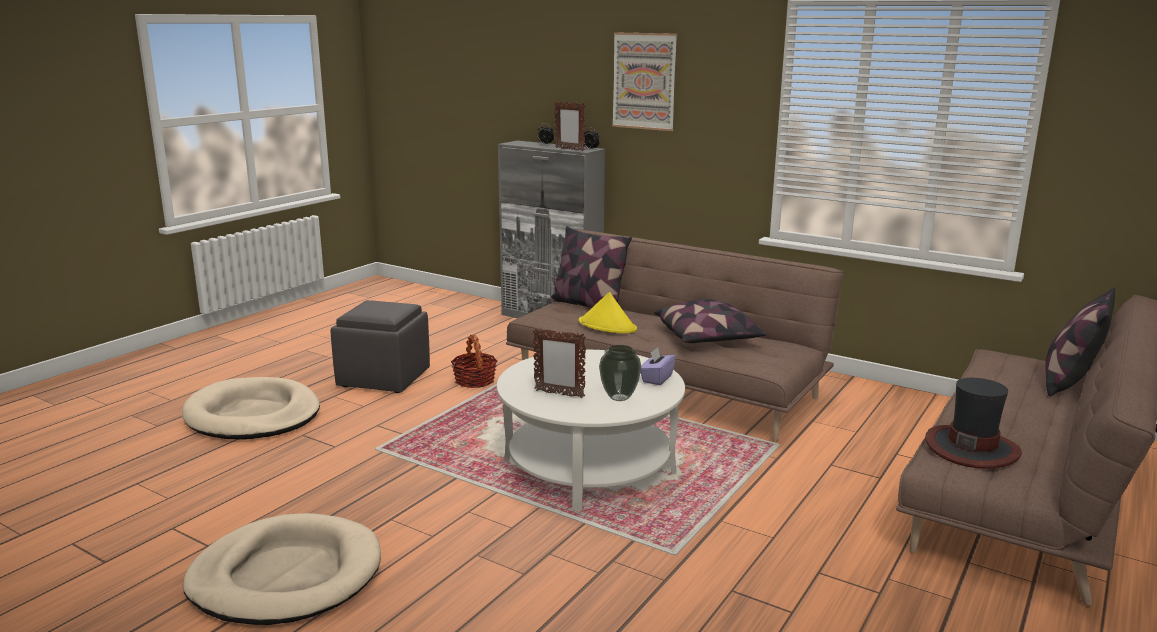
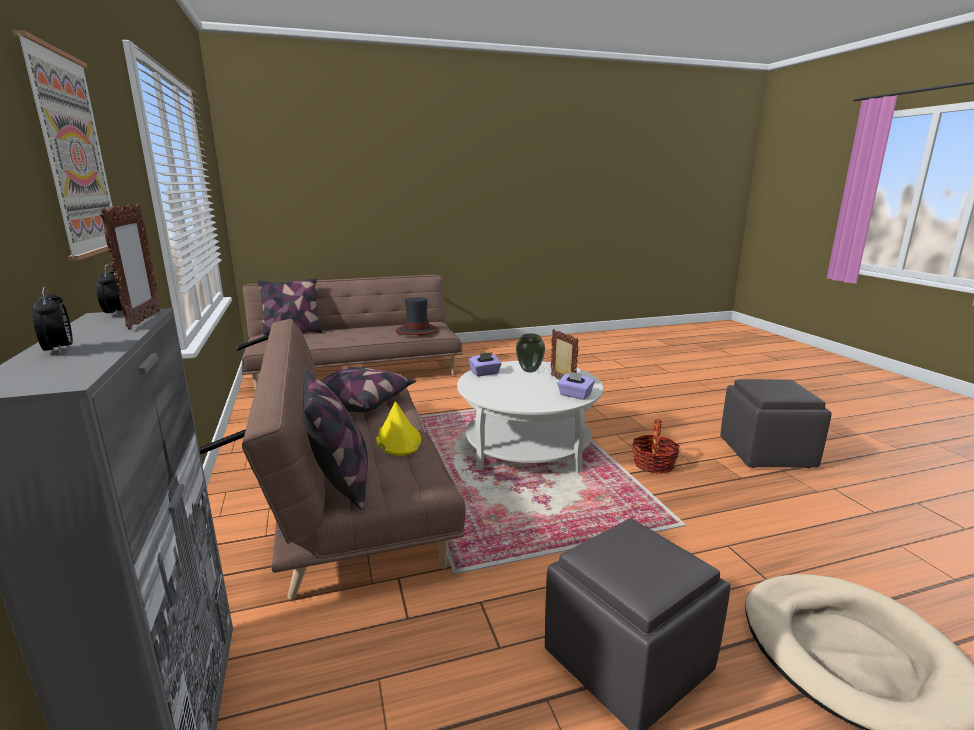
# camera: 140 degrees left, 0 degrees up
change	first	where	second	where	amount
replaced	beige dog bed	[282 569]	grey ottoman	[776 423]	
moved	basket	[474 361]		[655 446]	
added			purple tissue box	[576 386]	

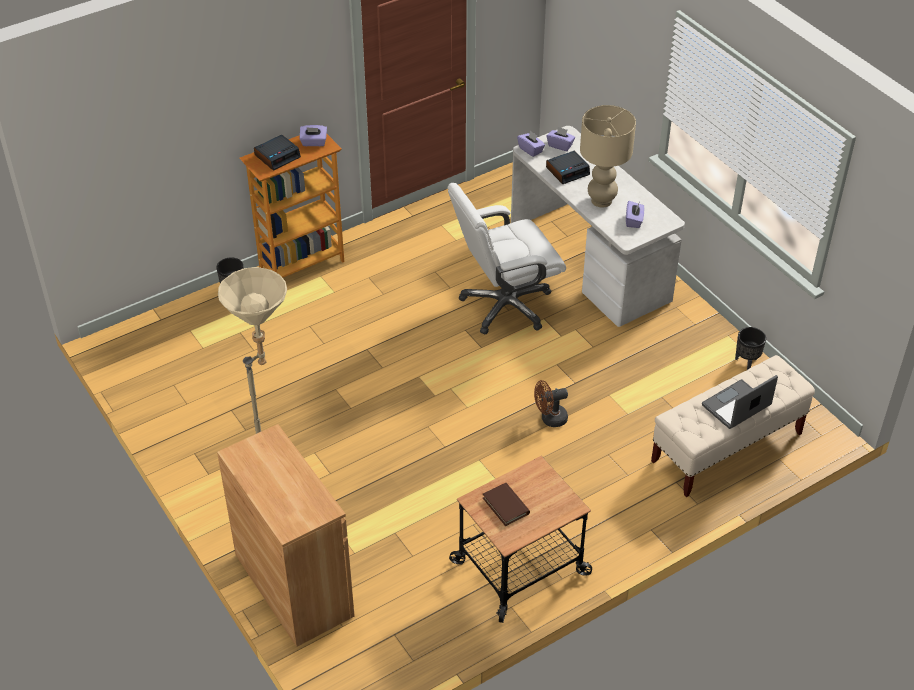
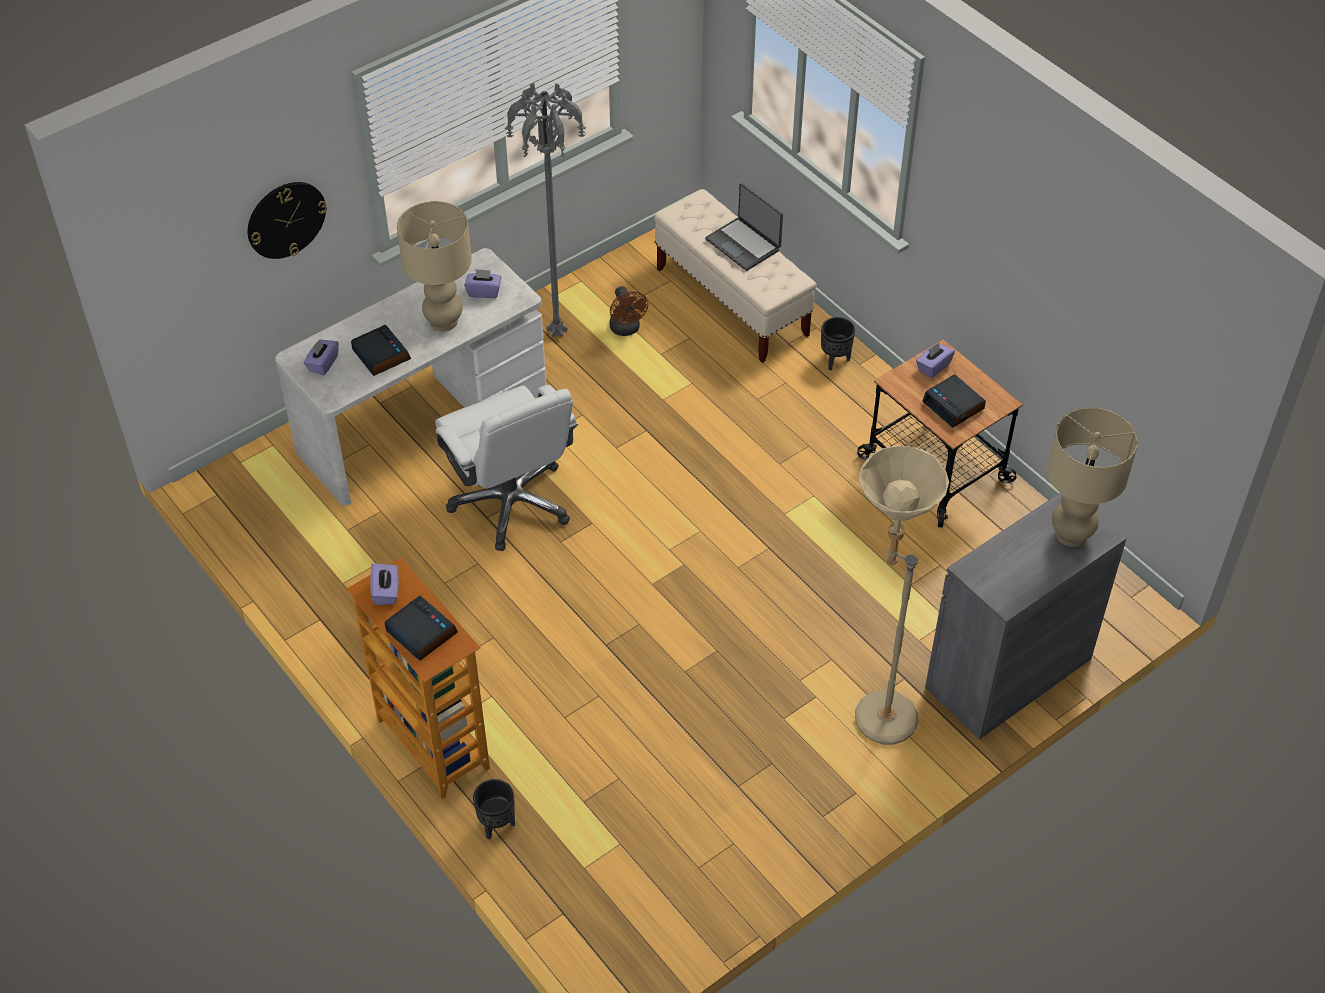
# camera: 95 degrees left, 5 degrees up
change	first	where	second	where	amount
recoloured	brown cabinet	[285 535]	grey cabinet	[1025 616]	
replaced	brown book	[506 504]	alarm clock	[954 401]	
moved	purple tissue box	[531 143]		[935 360]	
moved	brown fan	[551 403]		[629 311]	
moved	black planter	[750 348]		[838 343]	
added			wall clock	[287 220]	
added			grey floor lamp	[545 210]	
added			beige table lamp	[1092 477]	

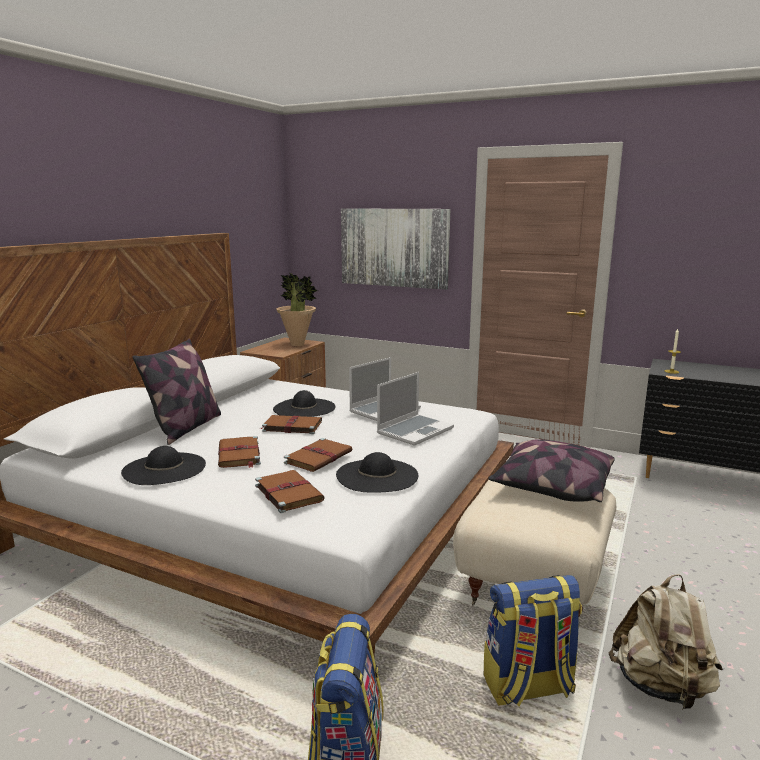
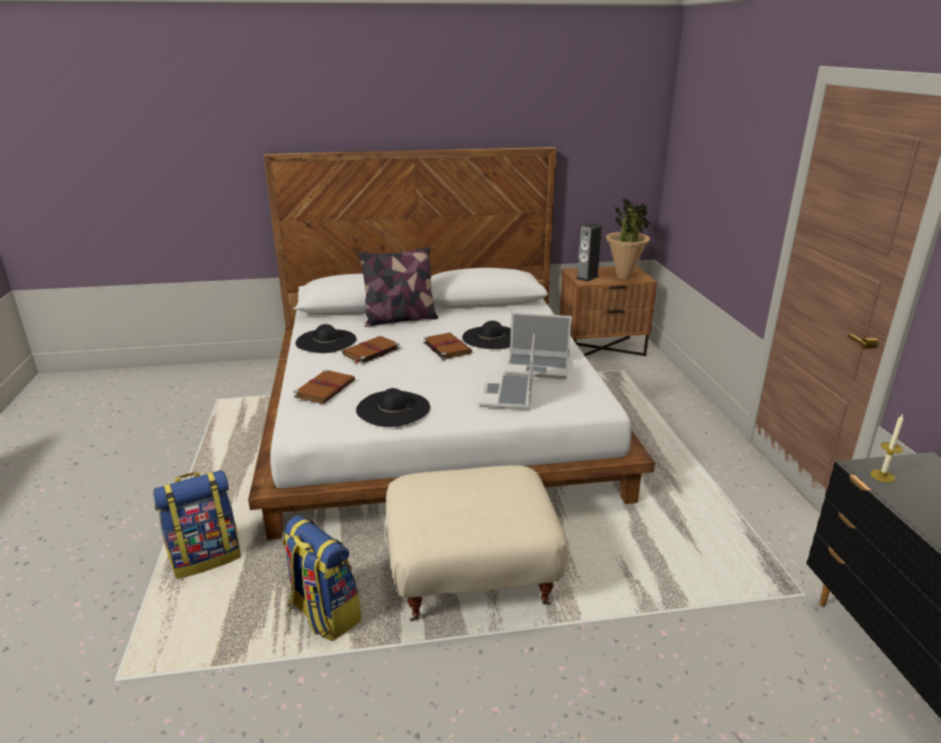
# camera: 55 degrees right, 10 degrees up
change	first	where	second	where	amount
removed	brown book	[318 455]			
removed	picture	[395 249]			
turned	laptop	[415 409]		[507 372]	90 degrees clockwise
removed	pillow	[551 470]			
removed	beige backpack	[666 642]			
added			speaker	[589 252]	

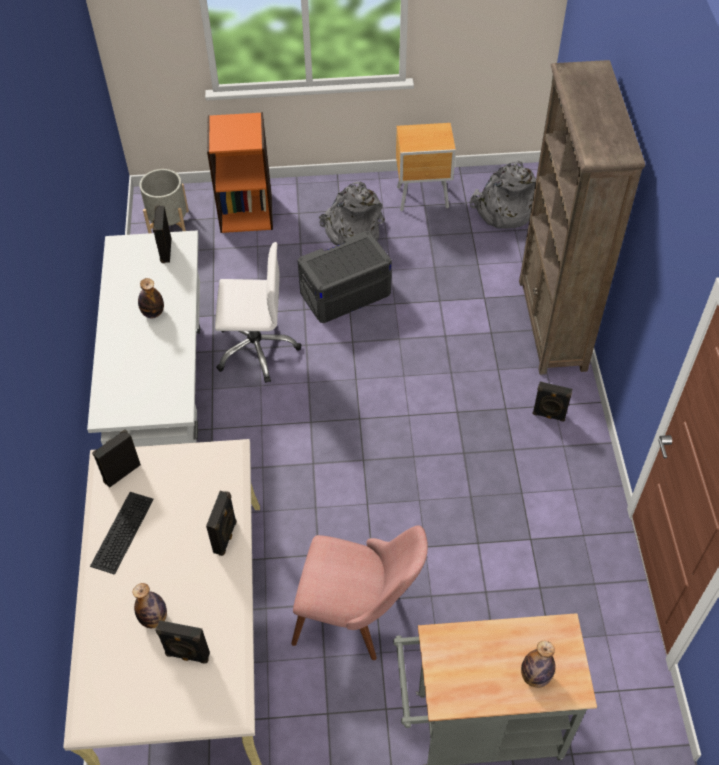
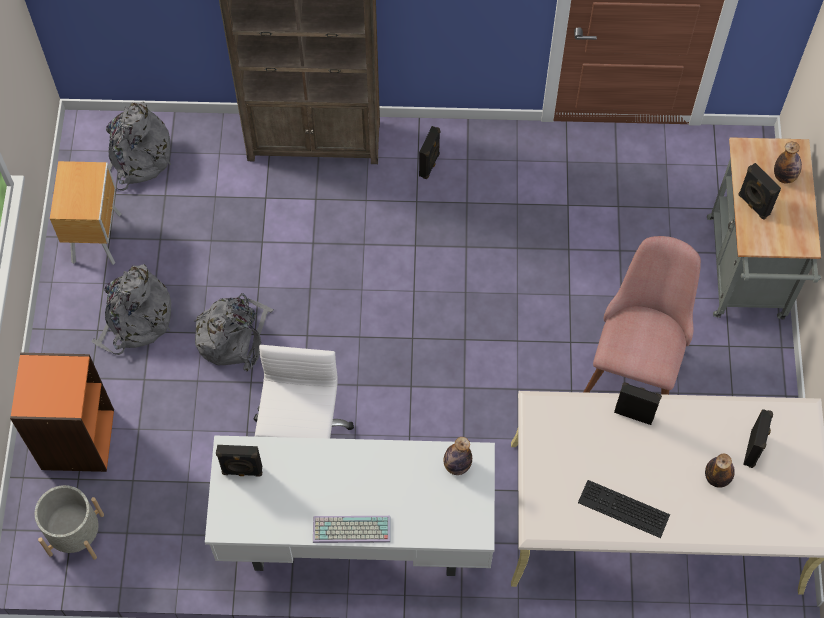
# camera: 85 degrees left, 10 degrees up
change	first	where	second	where	amount
moved	black speaker	[116 458]		[759 191]	
moved	bottle	[151 298]		[458 456]	
replaced	grey storage box	[344 277]	grey backpack	[234 332]	
added			keyboard	[351 529]	

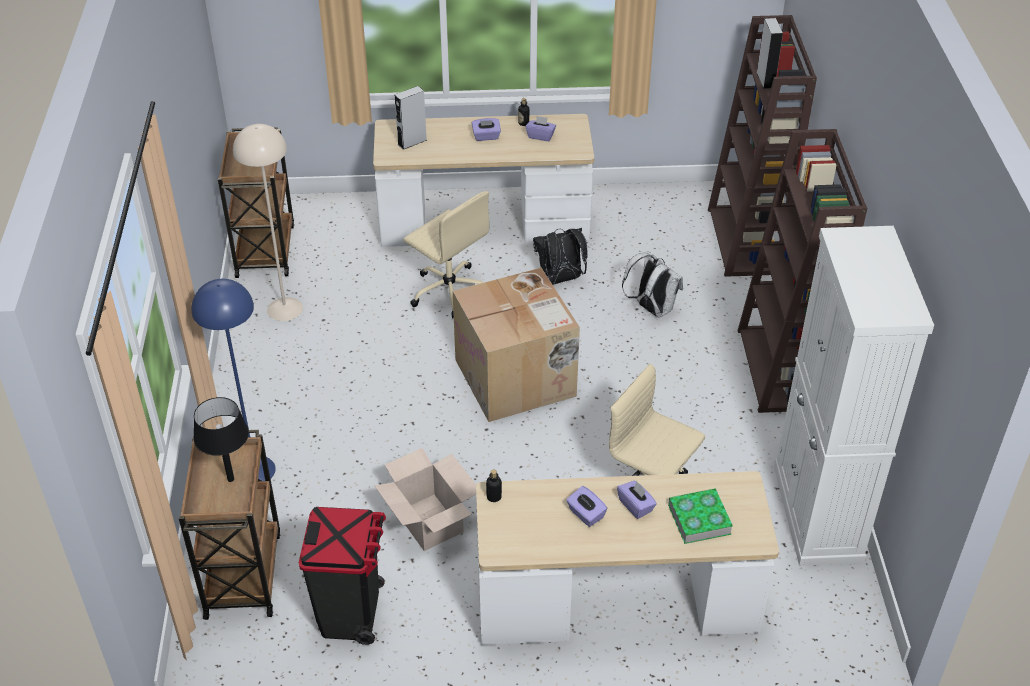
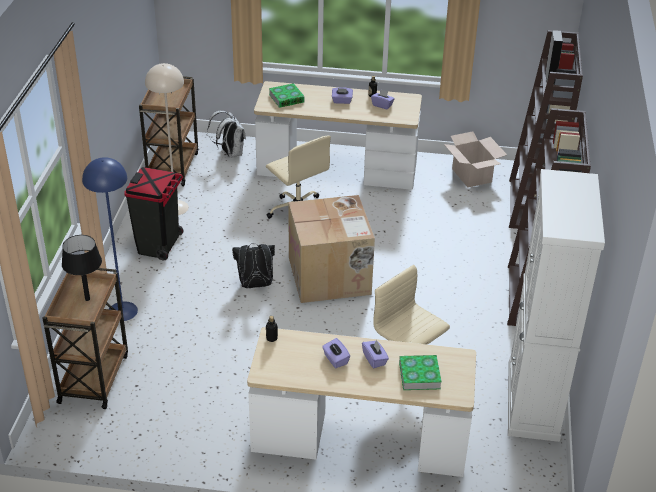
# camera: 10 degrees right, 5 degrees down
change	first	where	second	where	amount
moved	black trash can	[342 576]		[154 213]	
moved	cardboard box	[425 499]		[475 159]	
replaced	grey speaker	[411 118]	book	[287 95]	
moved	black backpack	[560 256]		[253 265]	
moved	white backpack	[652 284]		[226 134]	

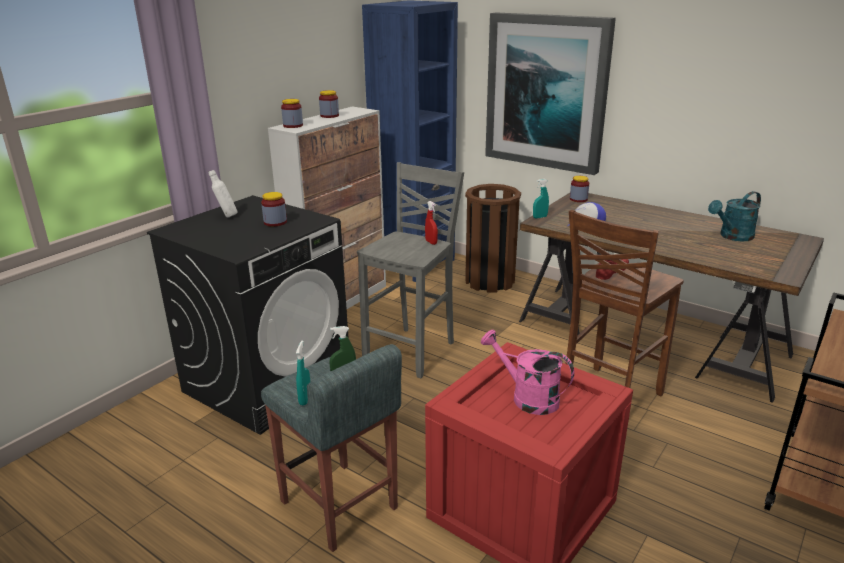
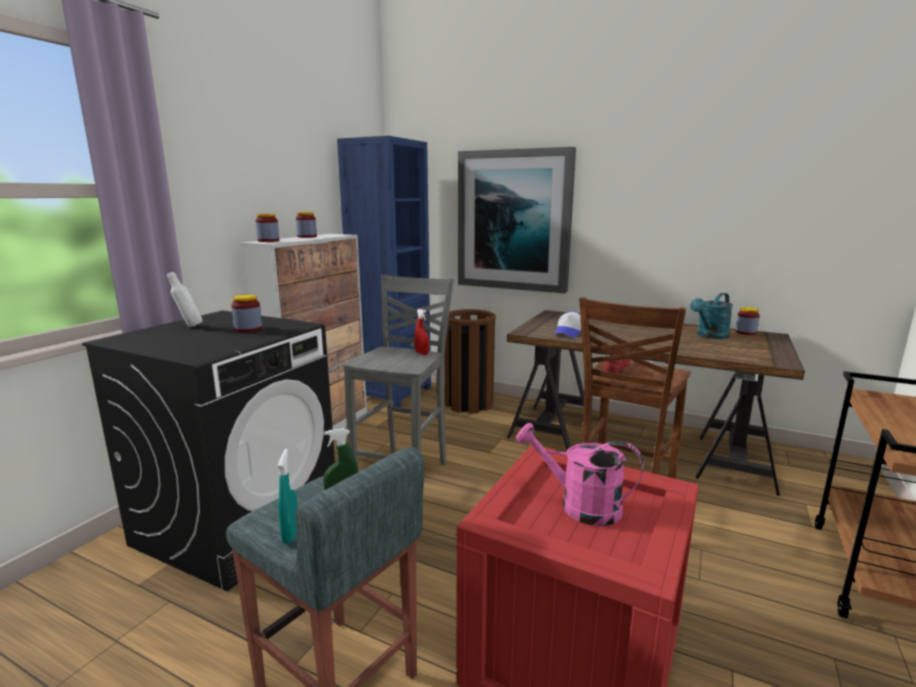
# camera: 10 degrees left, 10 degrees down
change	first	where	second	where	amount
removed	turquoise spray bottle	[541 198]			
moved	jar	[579 189]		[747 321]	

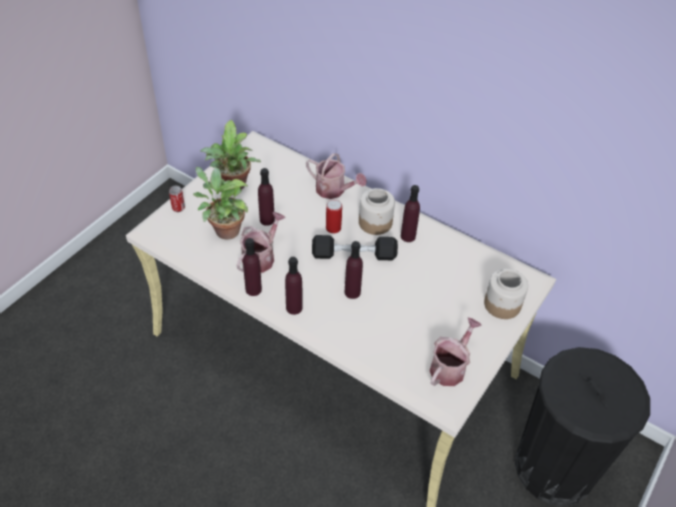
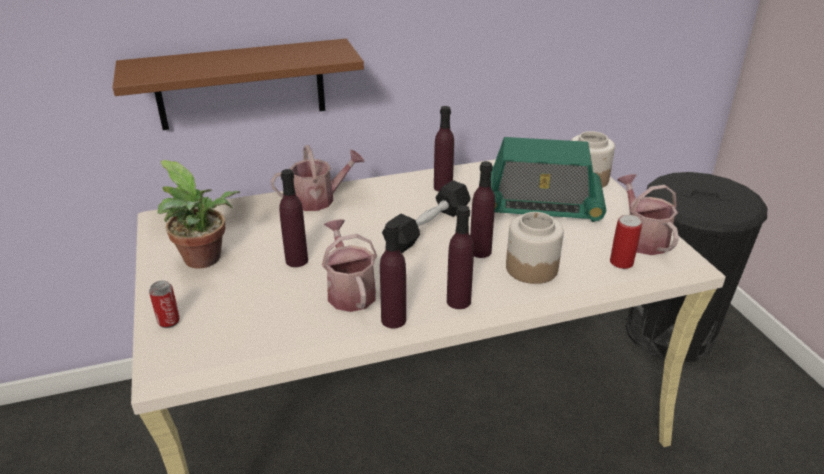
# camera: 50 degrees left, 15 degrees down
change	first	where	second	where	amount
removed	potted plant	[221 203]			
moved	can	[334 216]		[626 242]	
moved	jar	[377 211]		[535 248]	
added			brown shelf	[238 84]	
added			radio	[548 179]	

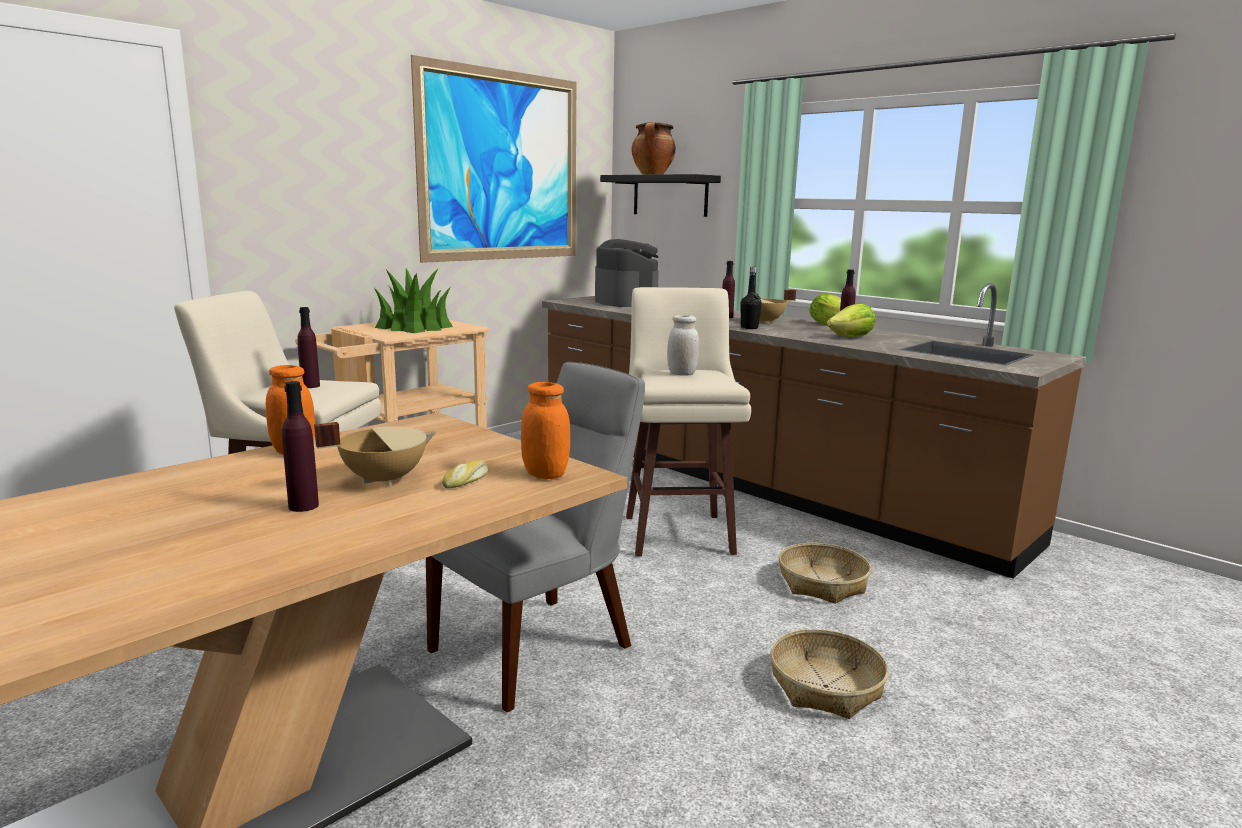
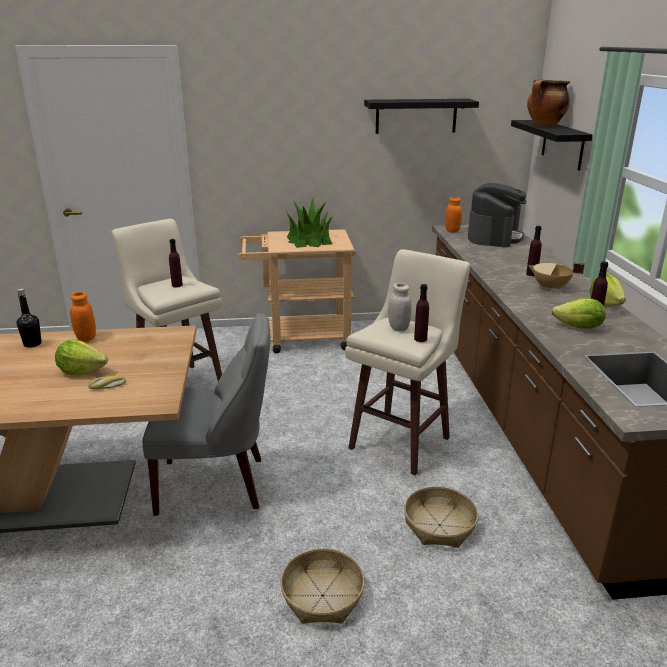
# camera: 40 degrees right, 10 degrees up
change	first	where	second	where	amount
moved	purple bottle	[300 446]		[421 313]	
replaced	beige cooking pot	[375 454]	lettuce	[81 357]	
replaced	picture	[493 159]	black shelf	[421 116]	
moved	orange jar	[545 430]		[453 215]	
moved	black bottle	[751 297]		[29 318]	

